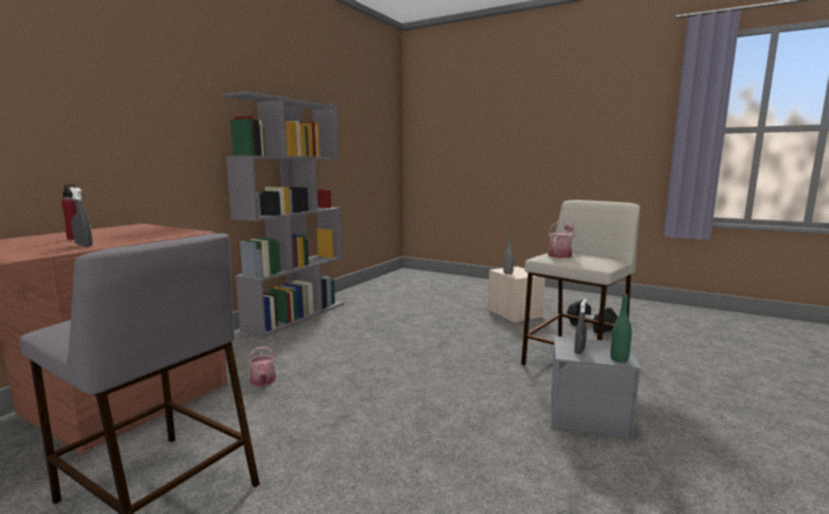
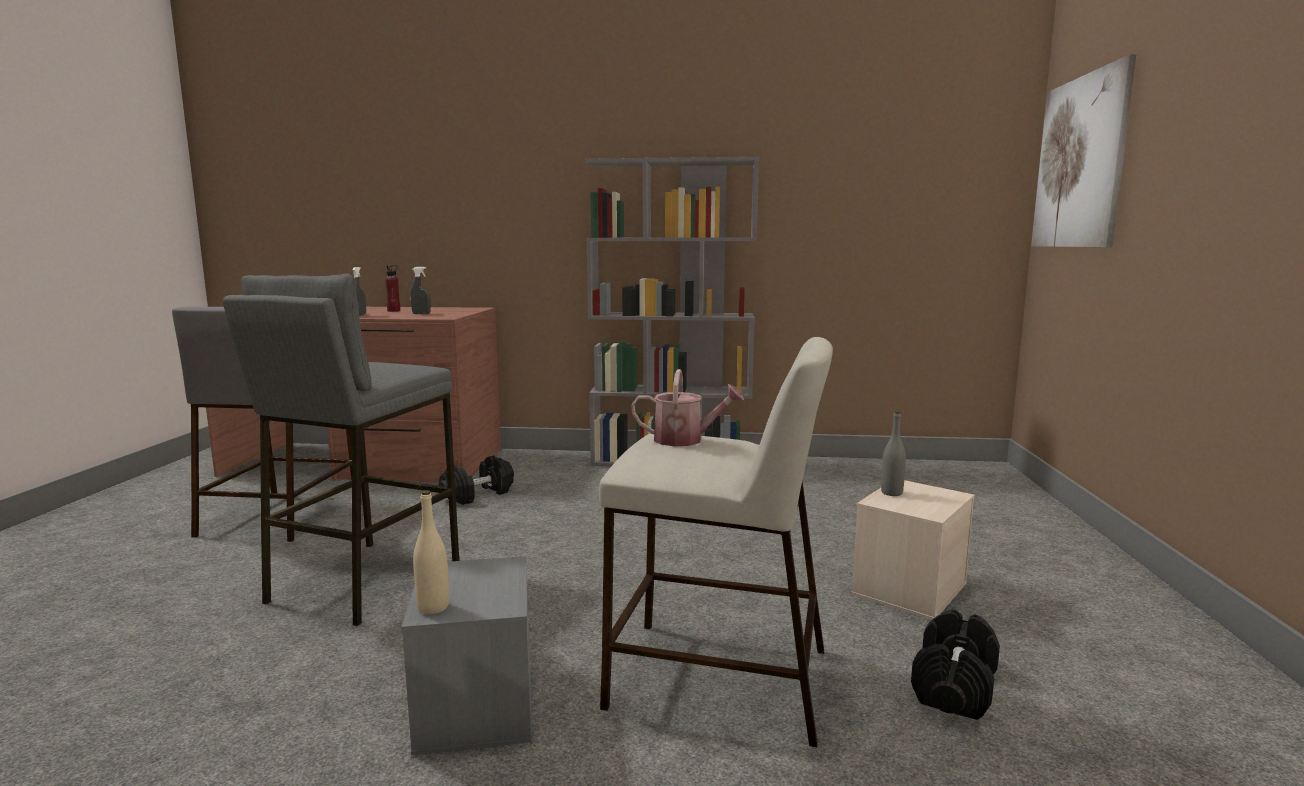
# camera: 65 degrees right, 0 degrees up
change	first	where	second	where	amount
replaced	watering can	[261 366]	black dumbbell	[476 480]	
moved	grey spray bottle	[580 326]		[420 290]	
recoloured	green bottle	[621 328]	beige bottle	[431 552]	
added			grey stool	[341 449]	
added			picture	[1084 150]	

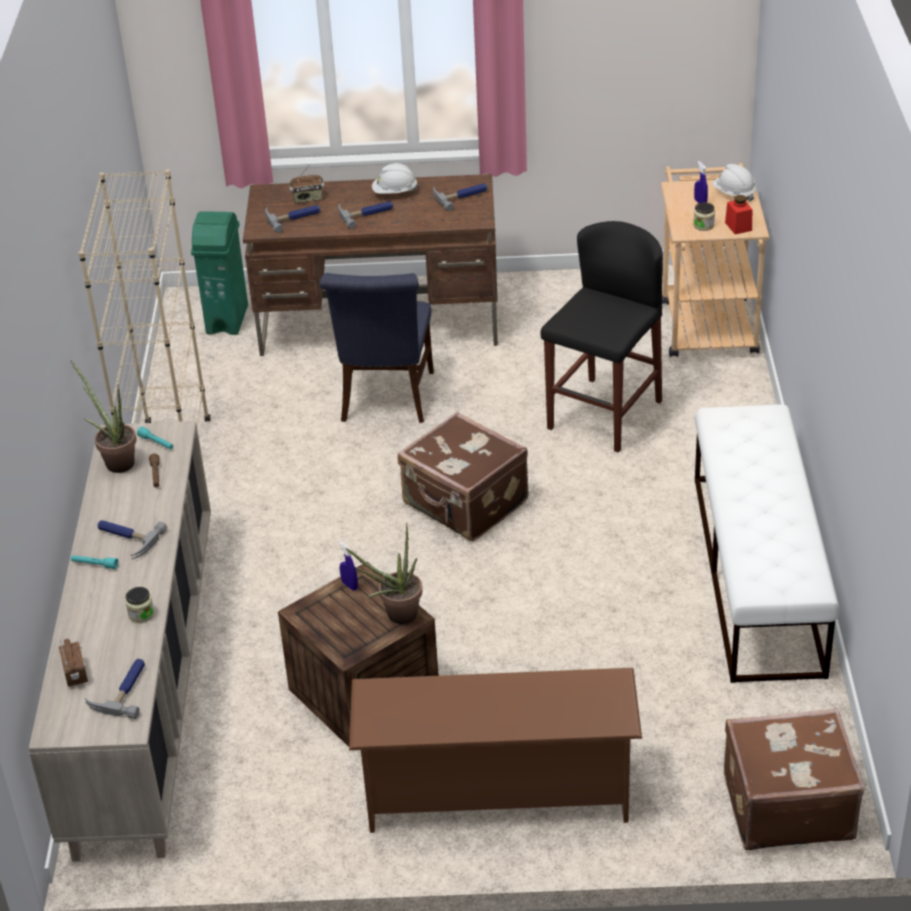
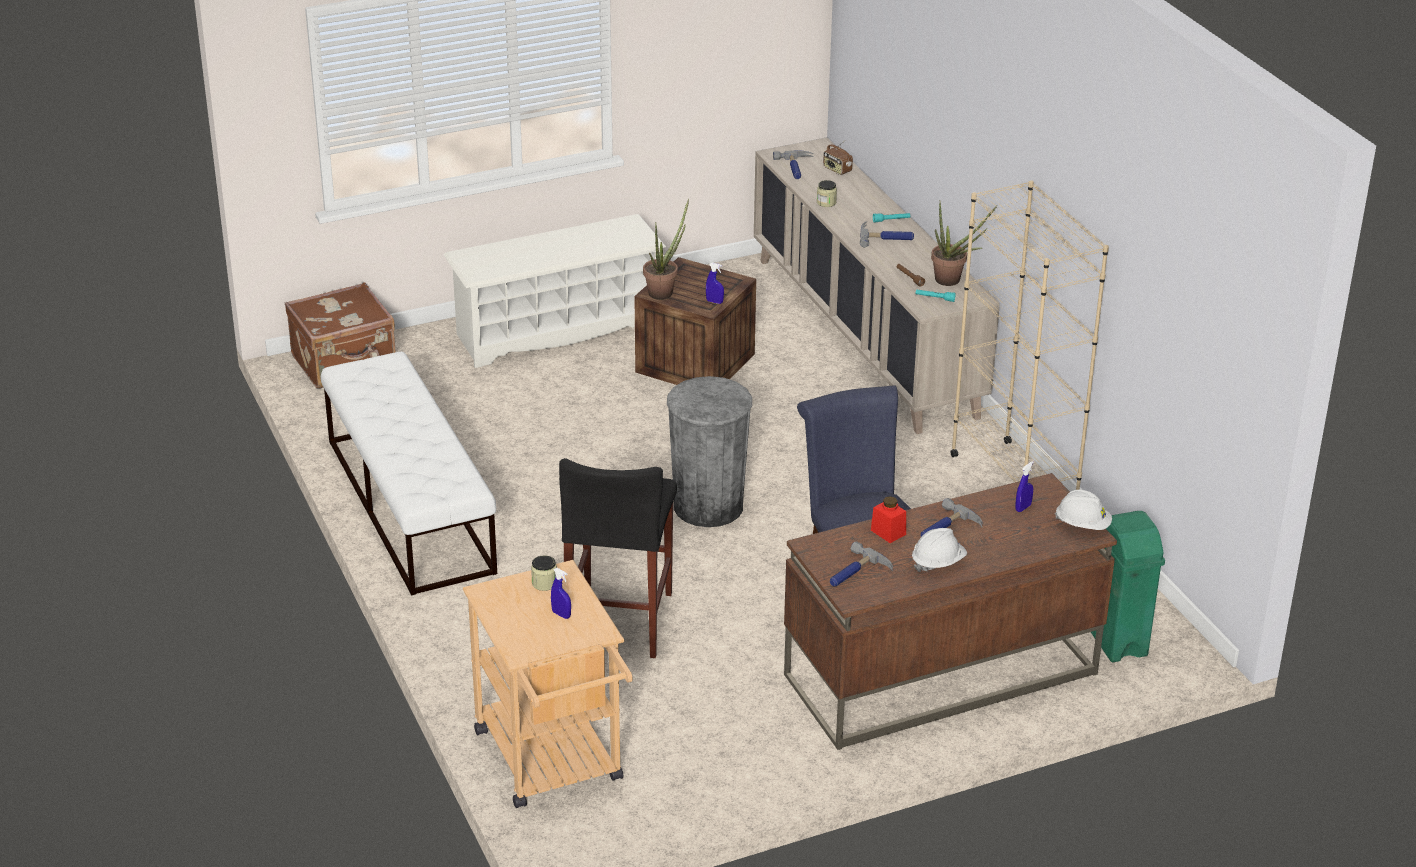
# camera: 155 degrees right, 5 degrees down
change	first	where	second	where	amount
replaced	hammer	[292 219]	blue spray bottle	[1024 486]	
removed	radio	[306 184]			
recoloured	brown shoe rack	[495 750]	white shoe rack	[555 291]	
replaced	brown suitcase	[463 476]	grey trash can	[709 451]	
moved	white hard hat	[734 183]		[1083 510]	
moved	red jar	[738 214]		[888 519]	

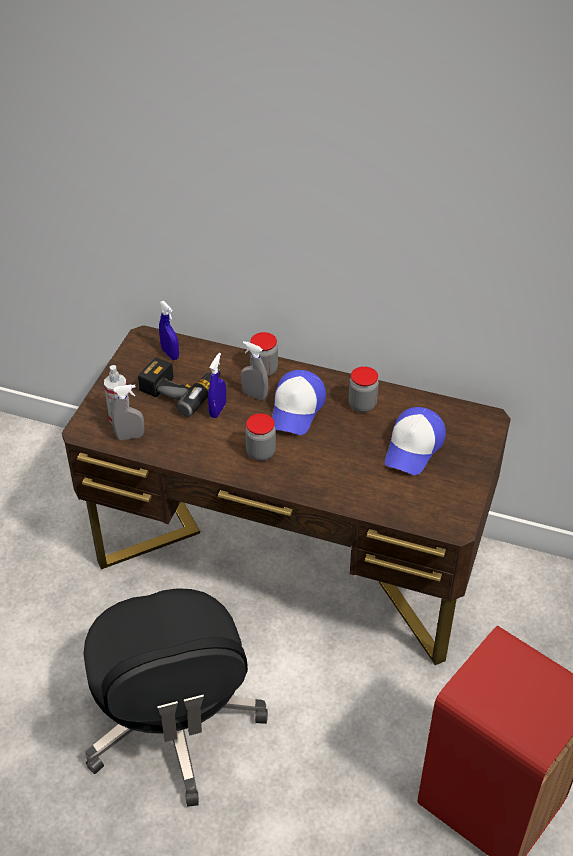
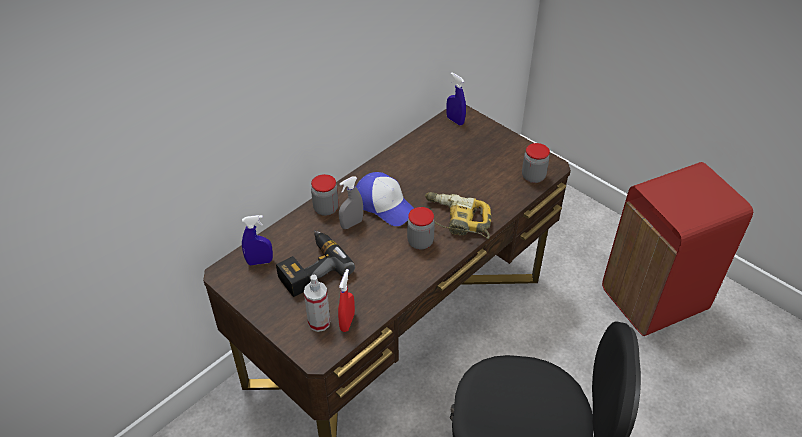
# camera: 65 degrees left, 0 degrees up
change	first	where	second	where	amount
recoloured	grey spray bottle	[128 412]	red spray bottle	[346 300]	
moved	blue spray bottle	[217 385]		[456 99]	
moved	jar	[364 389]		[536 163]	
removed	cap	[415 441]			
added			power drill	[458 215]	

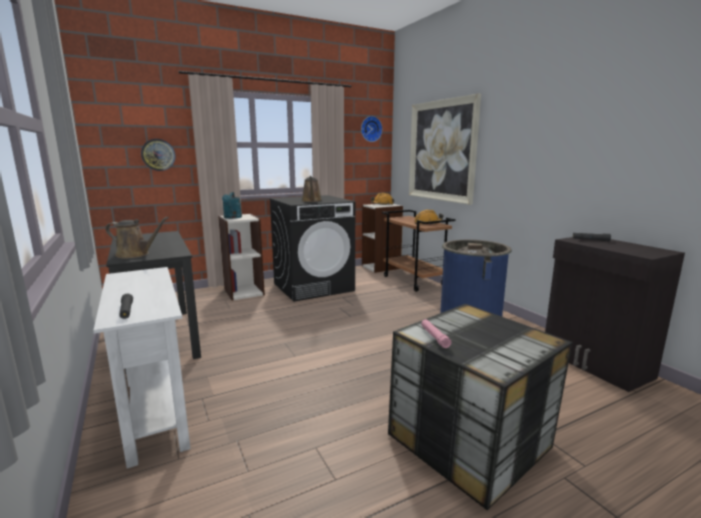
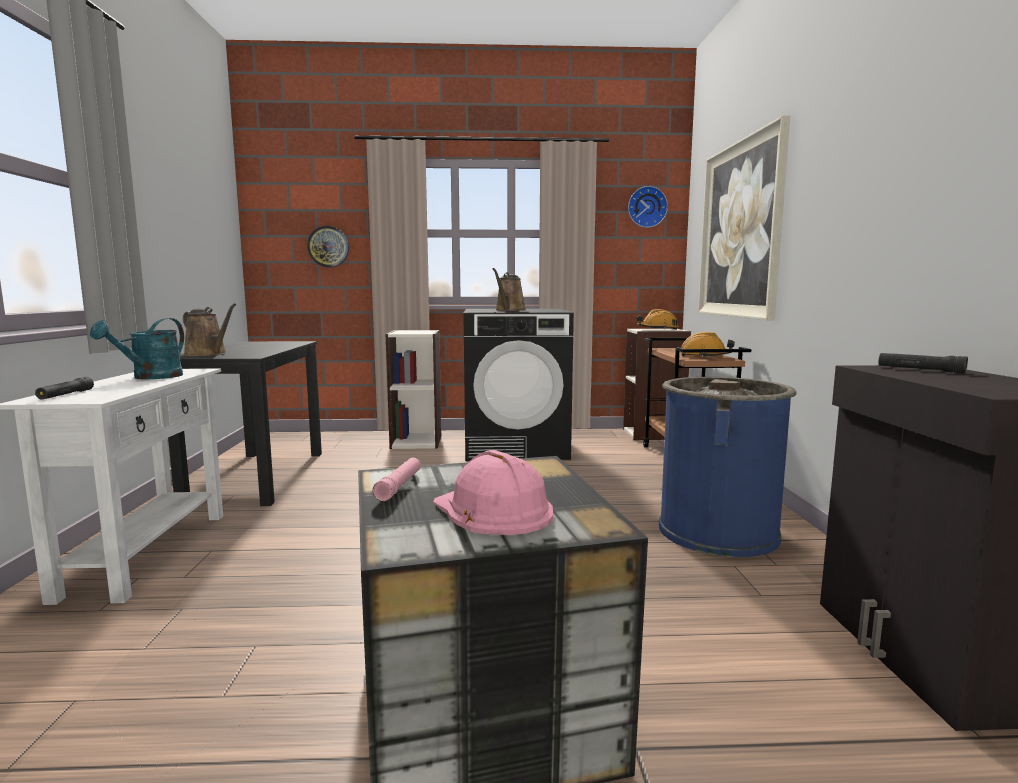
# camera: 25 degrees right, 5 degrees down
change	first	where	second	where	amount
moved	turquoise watering can	[232 205]		[137 348]	
added			pink hard hat	[493 492]	

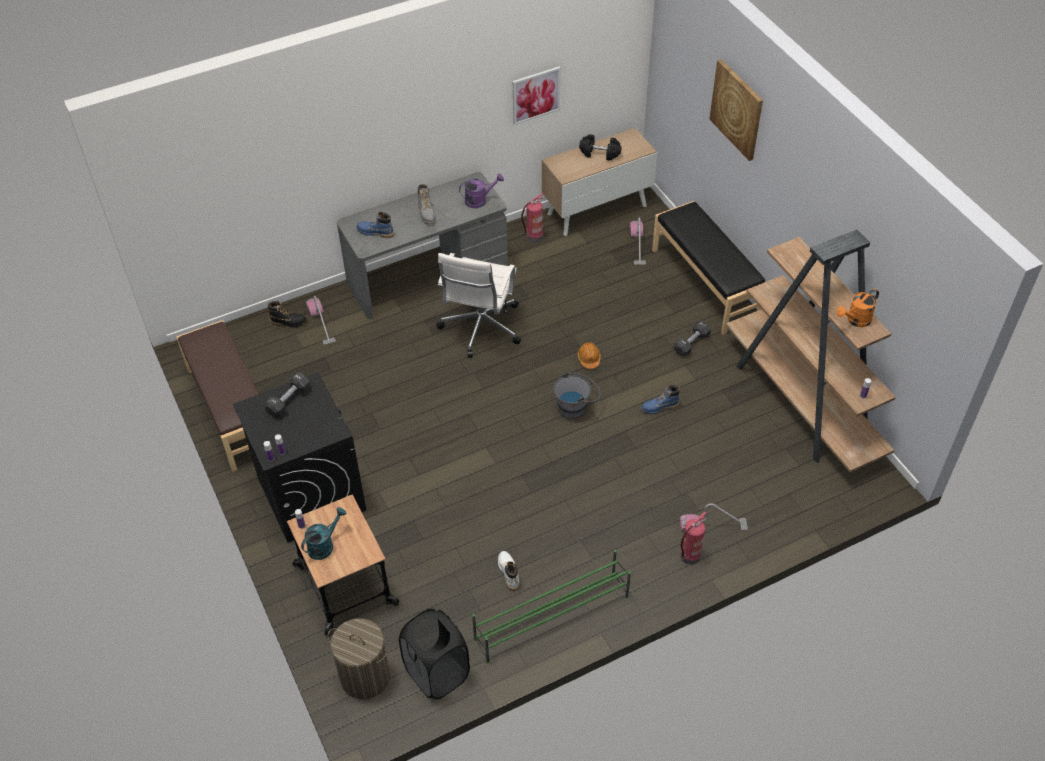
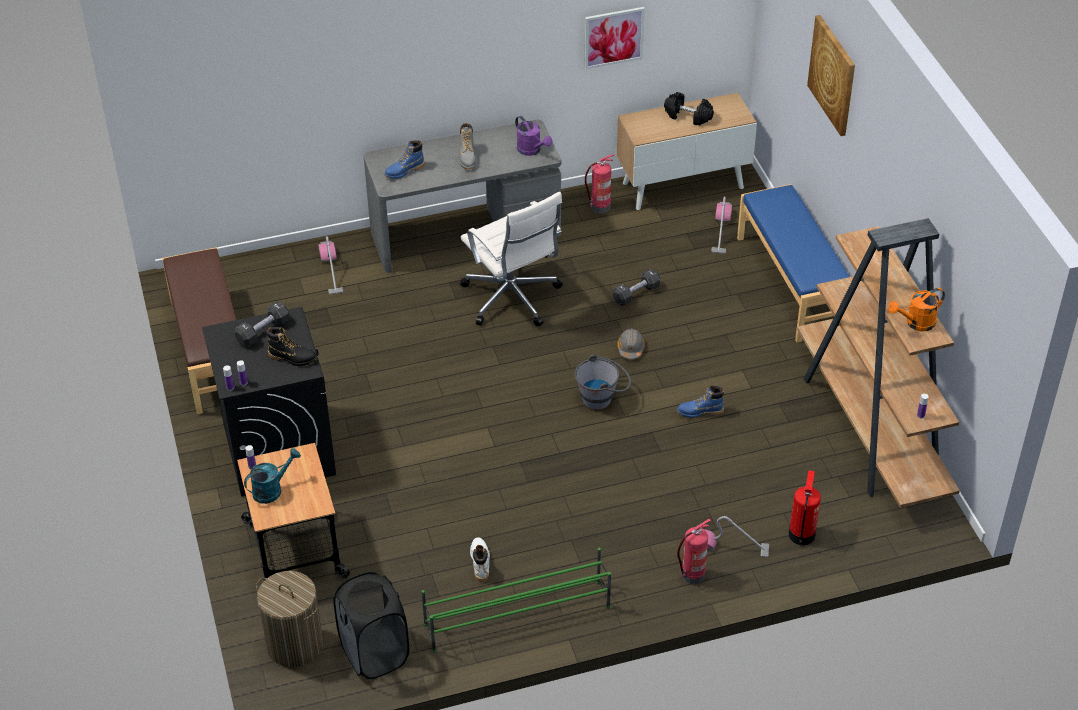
# camera: 10 degrees right, 5 degrees down
change	first	where	second	where	amount
moved	black boot	[287 314]		[292 346]	
turned	blue boot	[375 224]		[404 159]	60 degrees counterclockwise
turned	white office chair	[478 305]		[511 259]	60 degrees counterclockwise
turned	purple watering can	[481 190]		[533 136]	60 degrees clockwise
recoloured	orange hard hat	[589 355]	grey hard hat	[631 344]	
recoloured	black bench	[708 268]	blue bench	[793 263]	
moved	black dumbbell	[692 339]		[636 287]	
added			fire extinguisher	[805 507]	

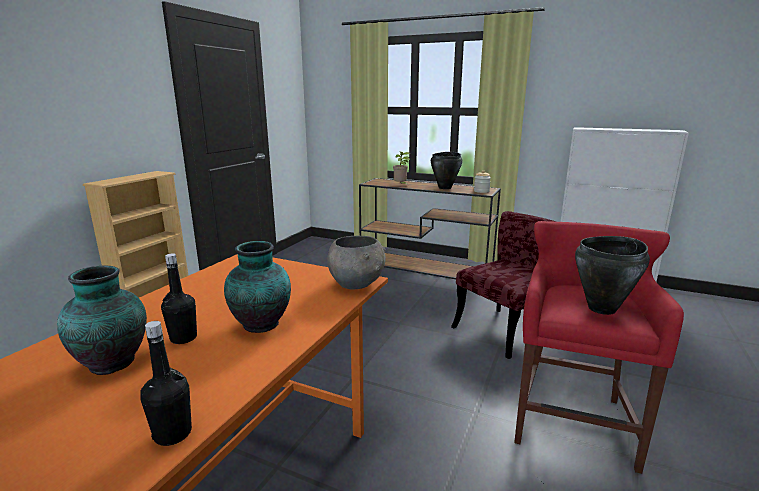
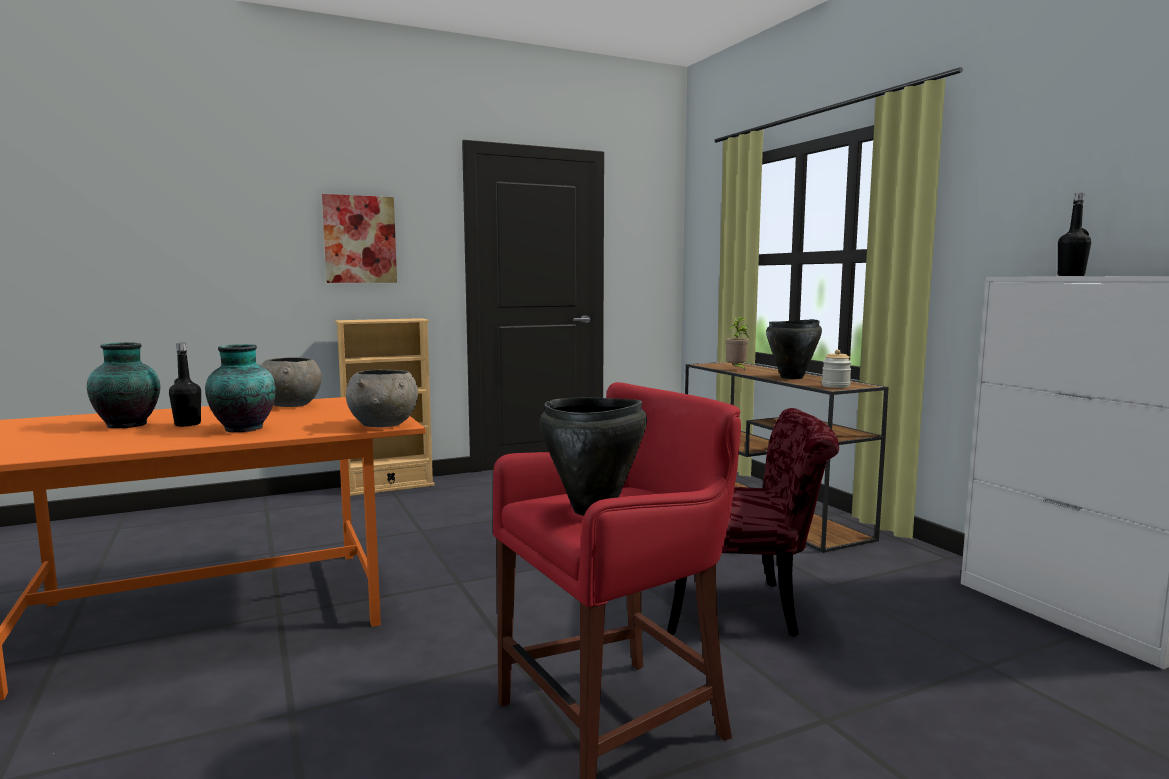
# camera: 40 degrees right, 10 degrees down
change	first	where	second	where	amount
moved	black bottle	[166 383]		[1074 234]	
added			grey bowl	[289 382]	
added			picture	[359 238]	

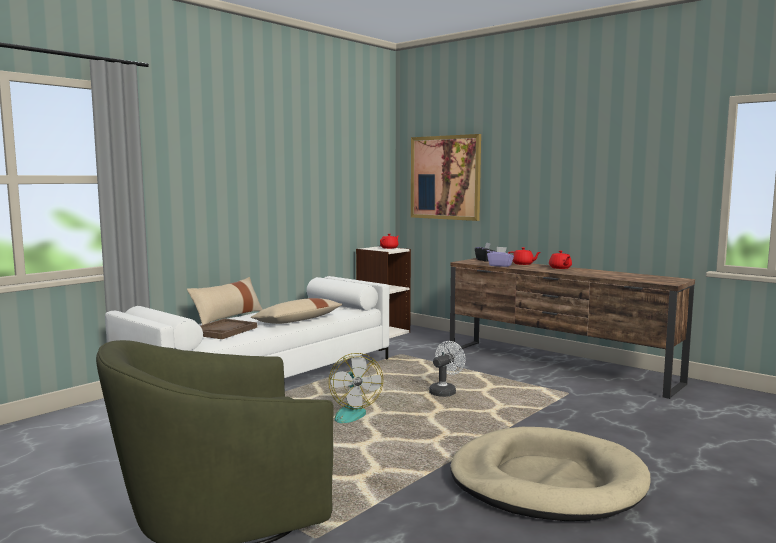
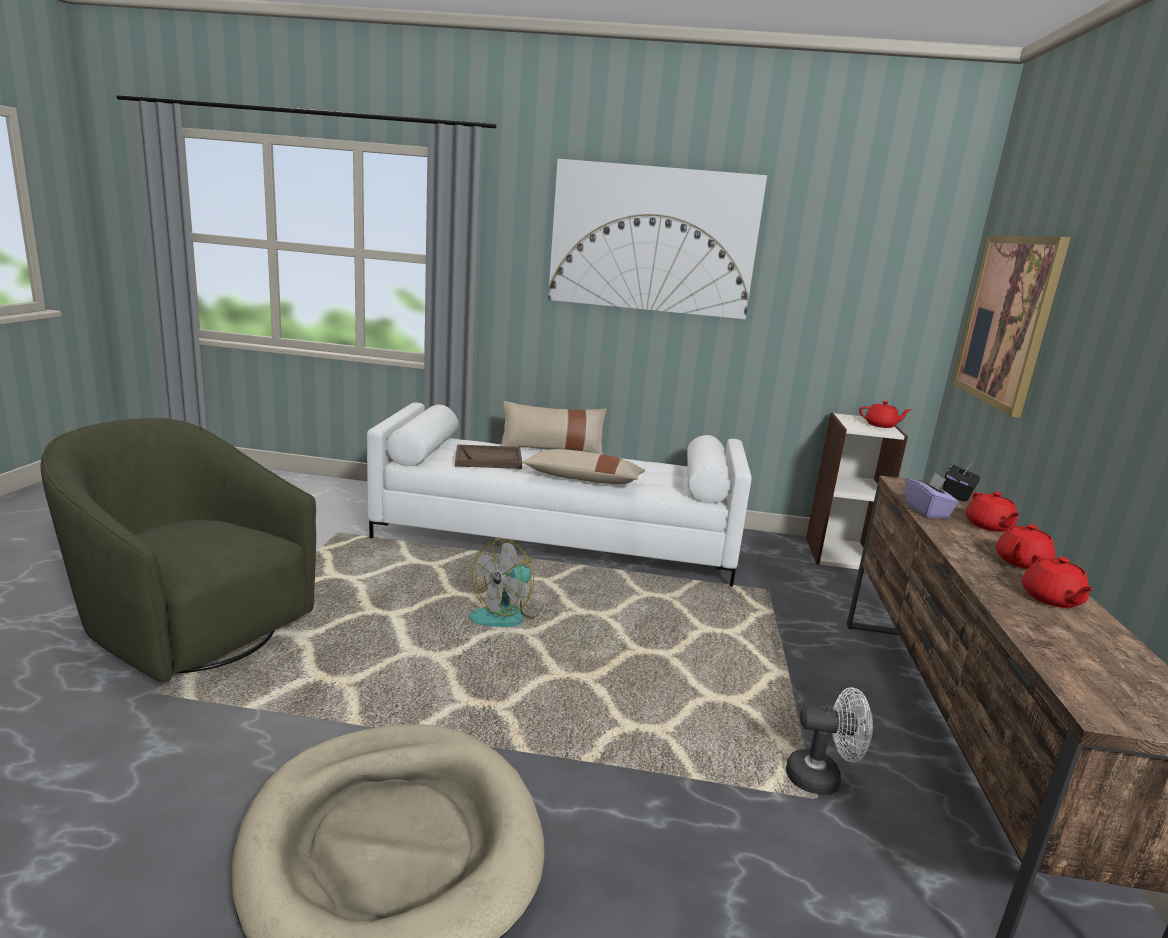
# camera: 55 degrees right, 10 degrees up
change	first	where	second	where	amount
moved	white fan	[447 369]		[829 741]	
added			picture	[657 239]	
added			red teapot	[1057 581]	

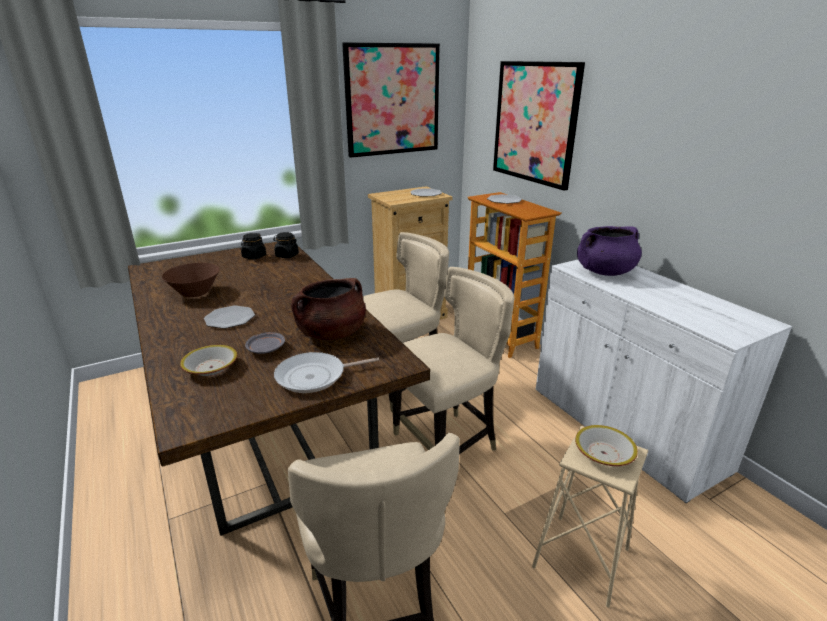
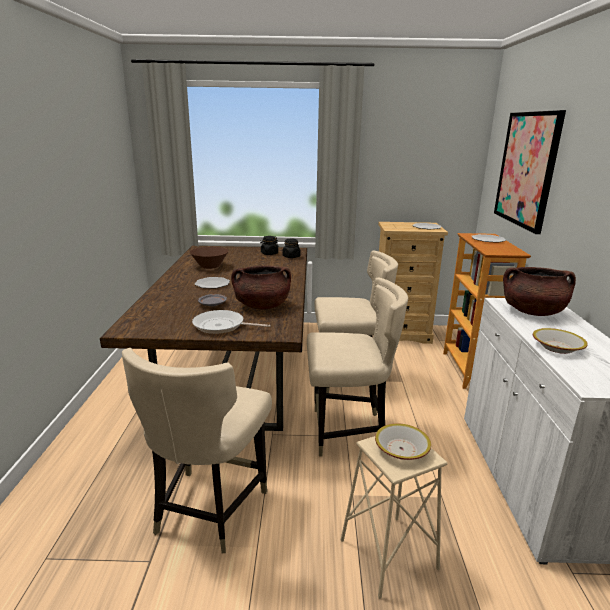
# camera: 30 degrees right, 5 degrees down
change	first	where	second	where	amount
moved	bowl	[209 360]		[560 341]	
removed	picture	[391 100]			
recoloured	purple cooking pot	[609 251]	brown cooking pot	[539 291]	

